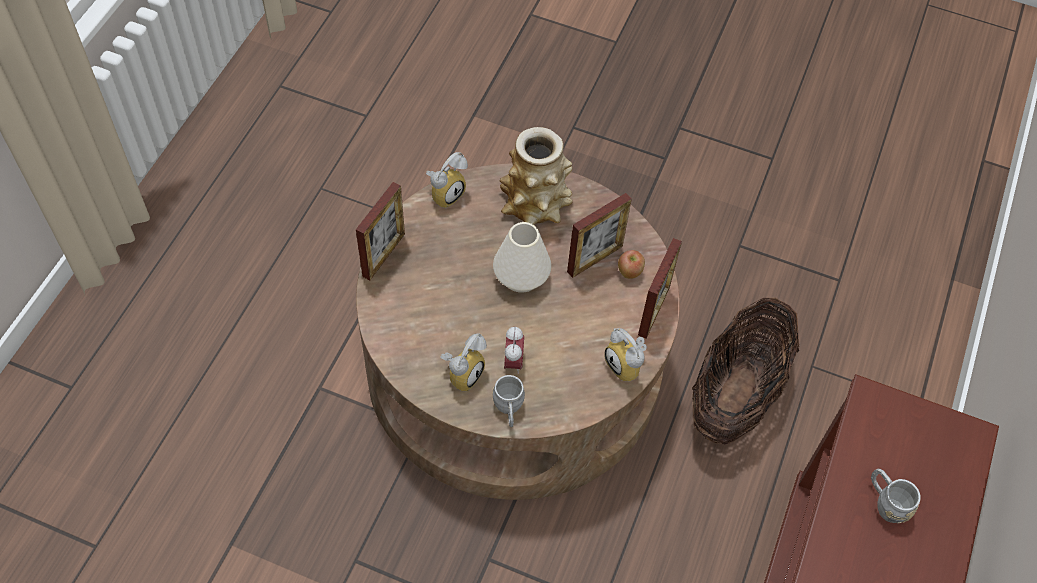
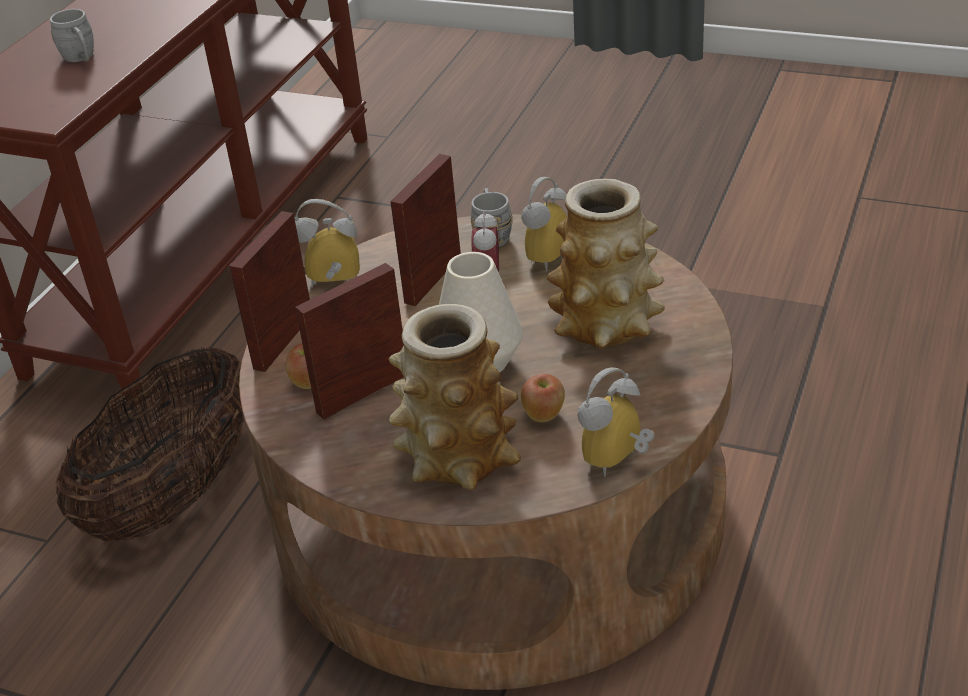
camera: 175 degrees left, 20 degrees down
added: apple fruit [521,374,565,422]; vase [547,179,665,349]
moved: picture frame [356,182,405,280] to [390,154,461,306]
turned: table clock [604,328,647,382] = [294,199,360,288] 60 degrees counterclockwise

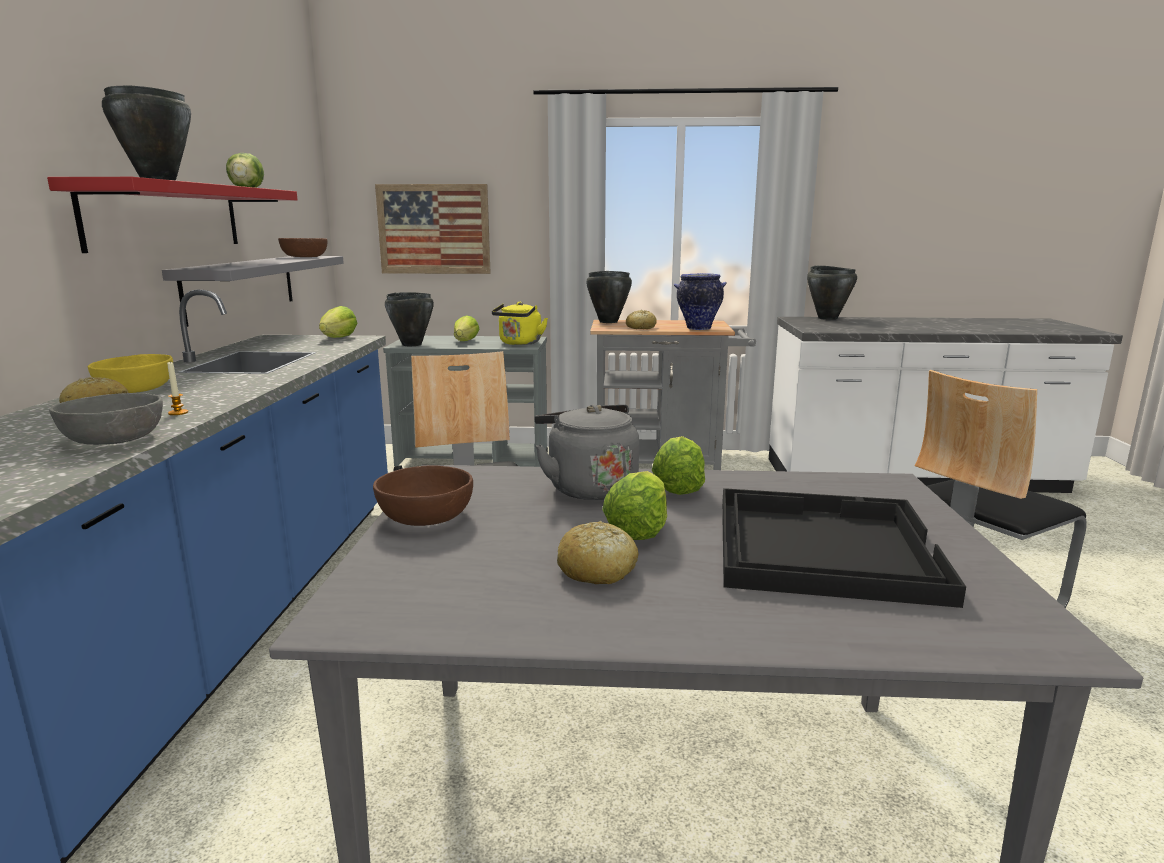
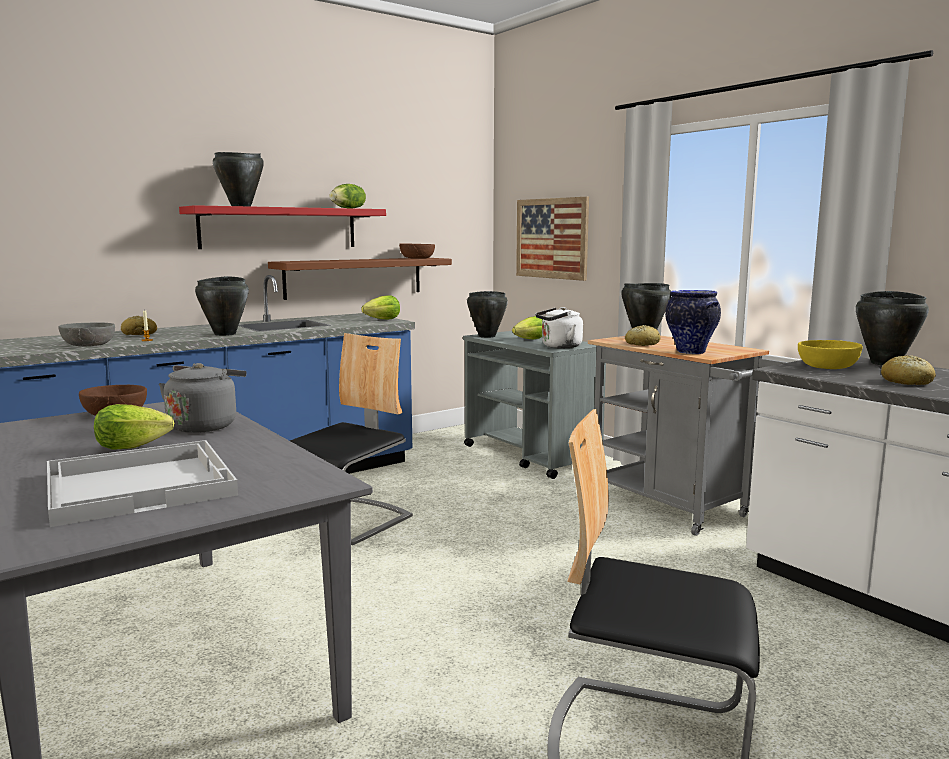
camera: 50 degrees right, 5 degrees down
removed: lettuce head [652,436,705,495]
added: stockpot in black-coloured [195,276,249,336]
moved: serving bowl in yellow-coloured [88,354,173,393] to [798,340,863,369]; baked bread [557,521,638,584] to [881,355,936,385]
recoloured: wall shelf in greyish [162,256,344,327] to wall shelf in brown [268,258,452,300]; kettle in yellow-coloured [492,302,548,345] to kettle in white [536,307,583,348]; serving tray in black-coloured [722,488,966,608] to serving tray in white [47,440,238,527]

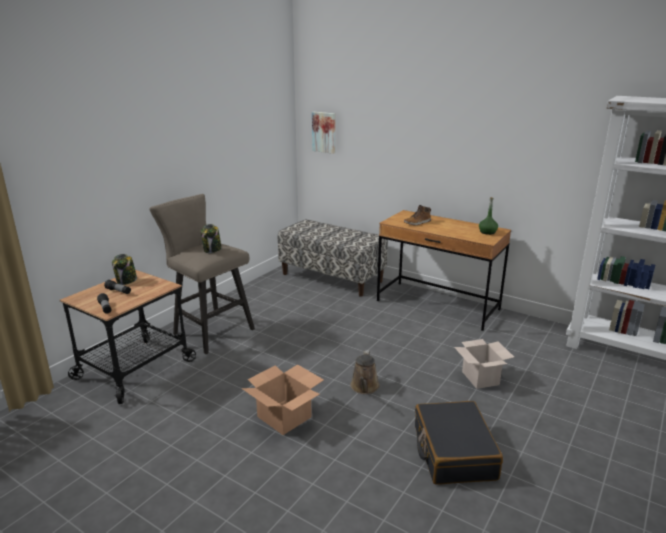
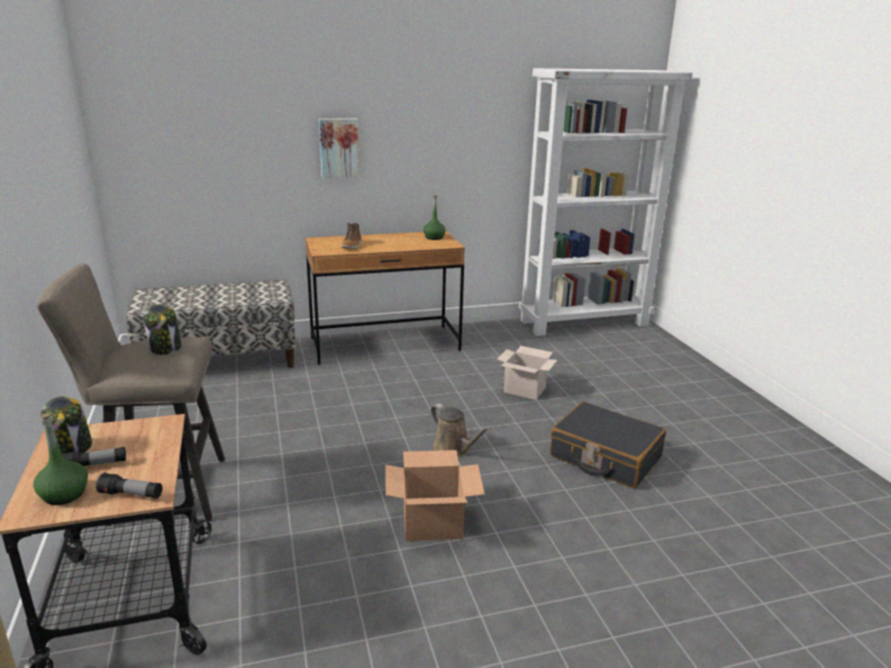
camera: 50 degrees left, 0 degrees up
added: bottle in greenish [33,413,88,505]
moved: wall picture [312,112,335,154] to [319,119,359,178]

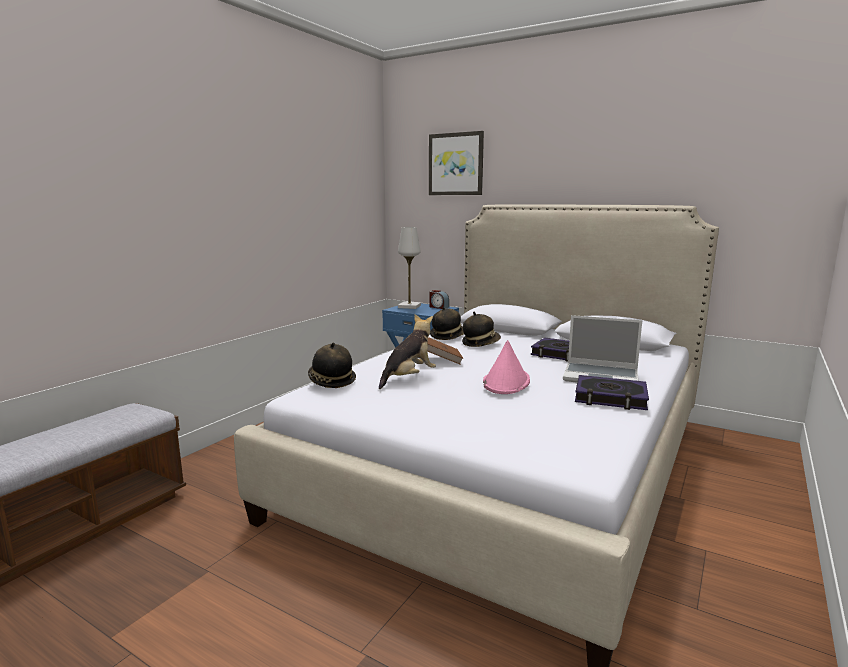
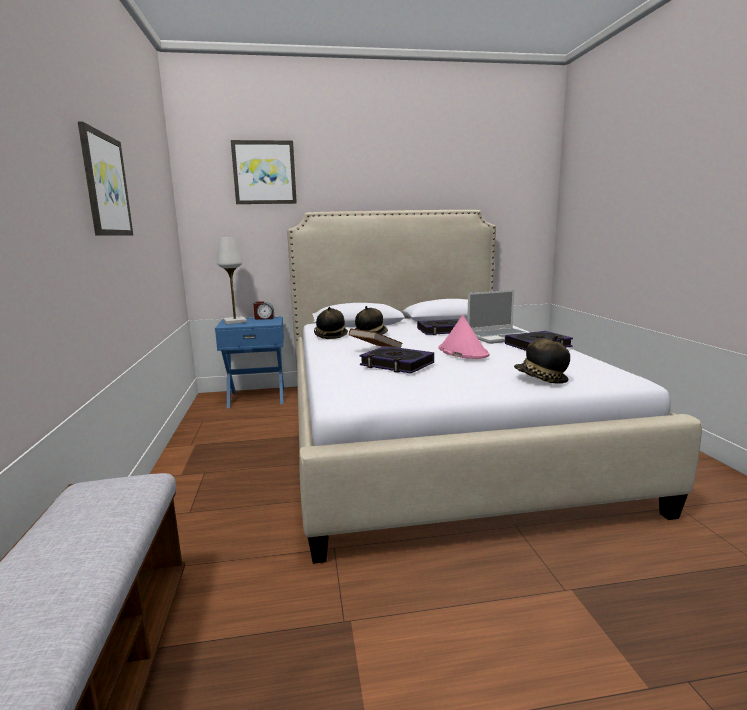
camera: 40 degrees left, 0 degrees up
added: wall picture [78,121,133,236]
moved: clothing hat [308,342,356,388] to [514,335,570,383]
replaced: cuddly toy [379,314,436,389] to volume [360,346,434,373]

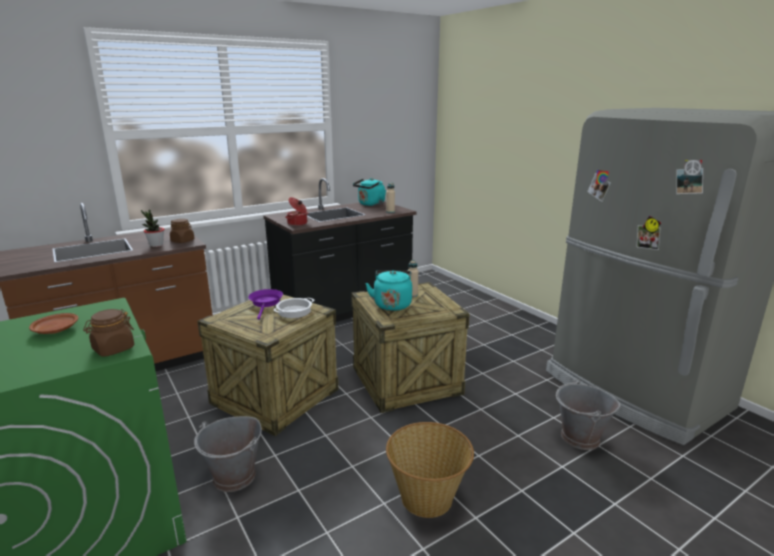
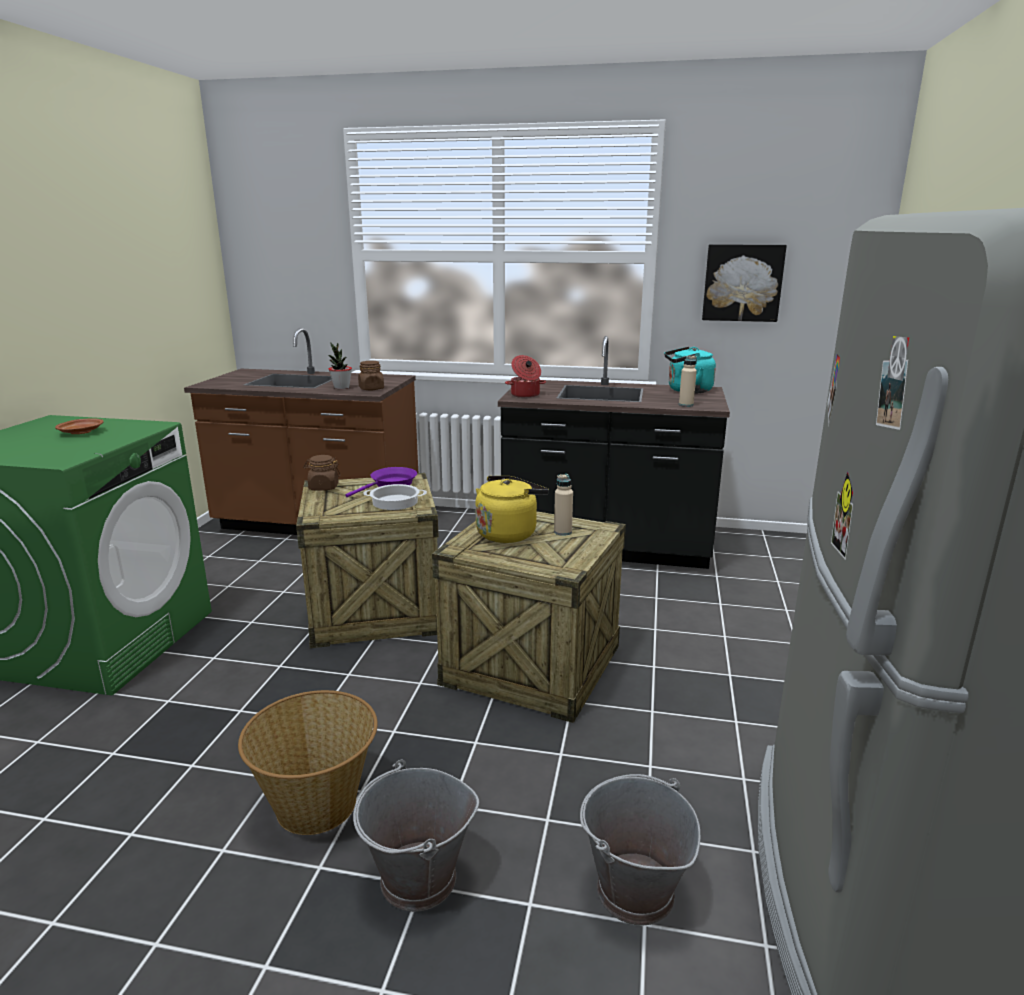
camera: 45 degrees right, 0 degrees up
added: wall picture [702,244,787,322]
moved: jar in brown [83,309,134,357] to [303,455,341,491]; pail in greyish [194,416,262,492] to [353,760,479,912]
recoloured: kettle in turquoise [365,270,412,311] to kettle in yellow-coloured [475,476,549,543]

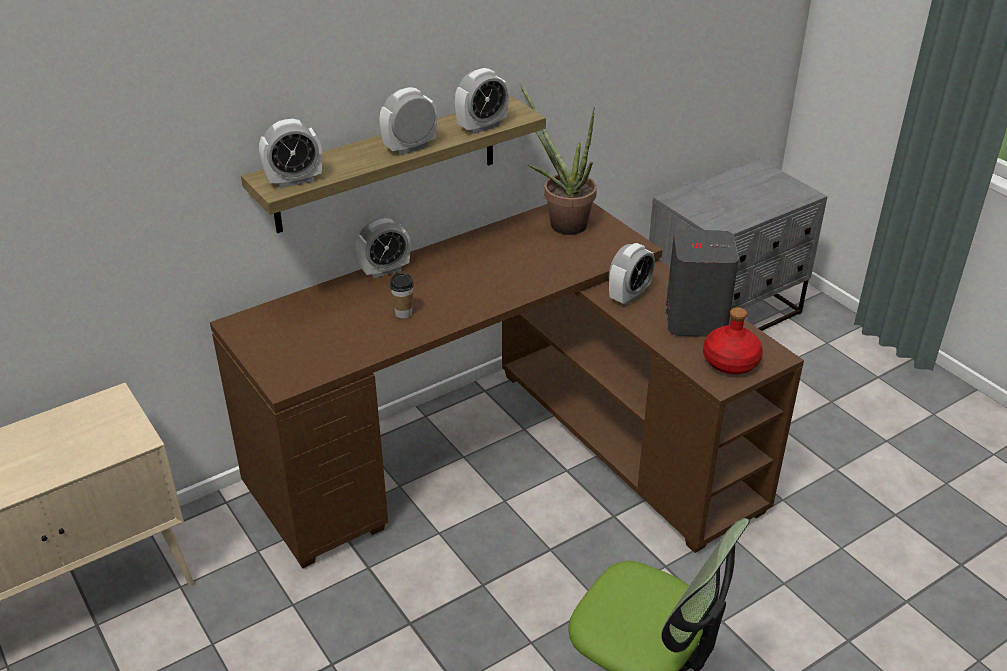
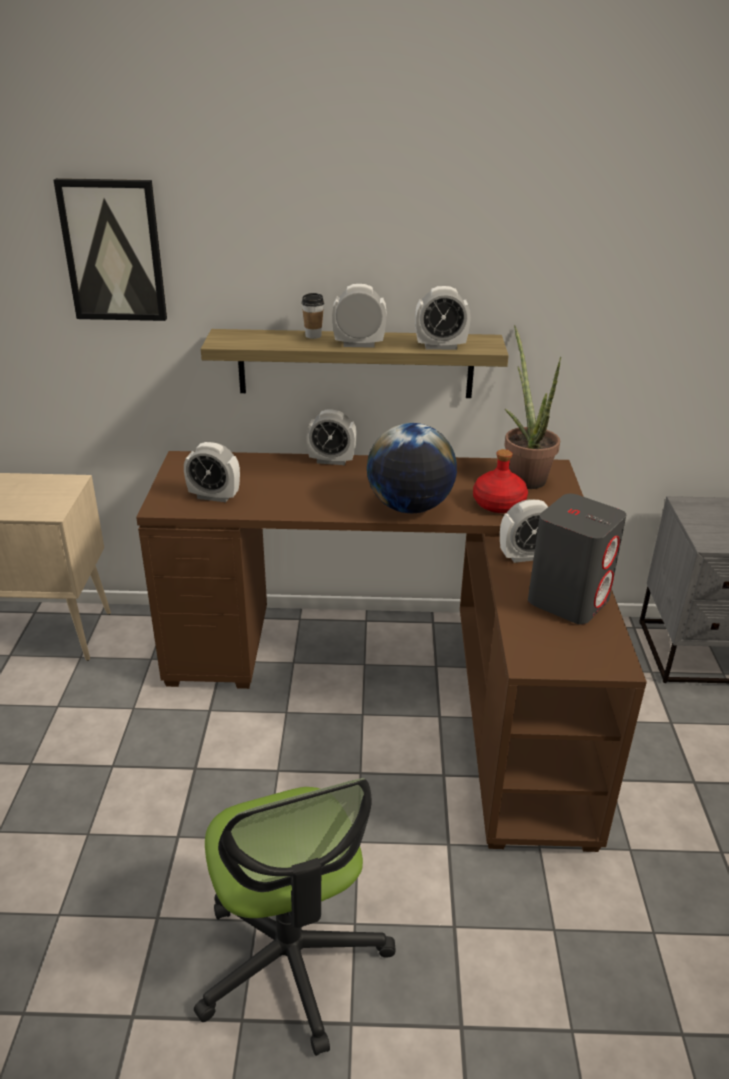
camera: 35 degrees right, 5 degrees down
added: wall picture [53,178,167,321]; world globe [367,423,457,513]
moved: table clock [259,119,322,188] to [184,442,240,502]; small cup [390,273,414,319] to [301,293,324,339]; bottle in red [703,307,763,374] to [473,449,528,513]

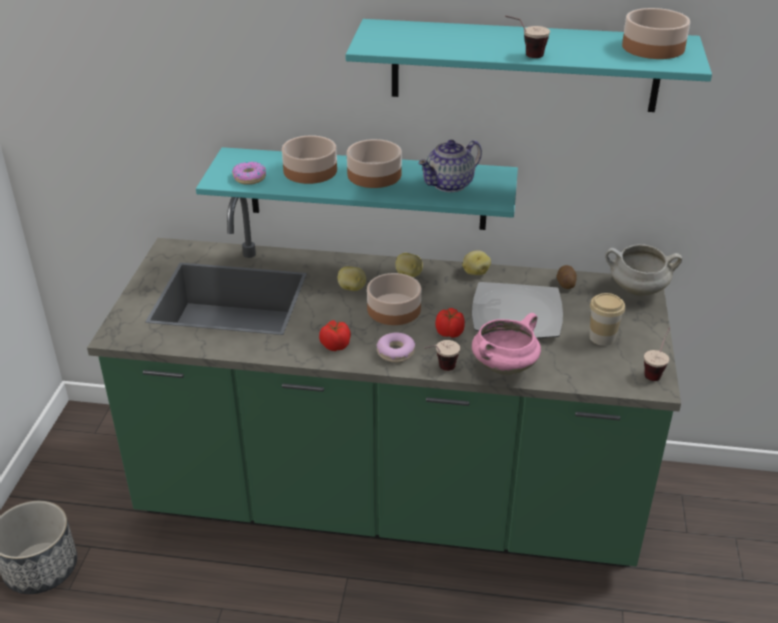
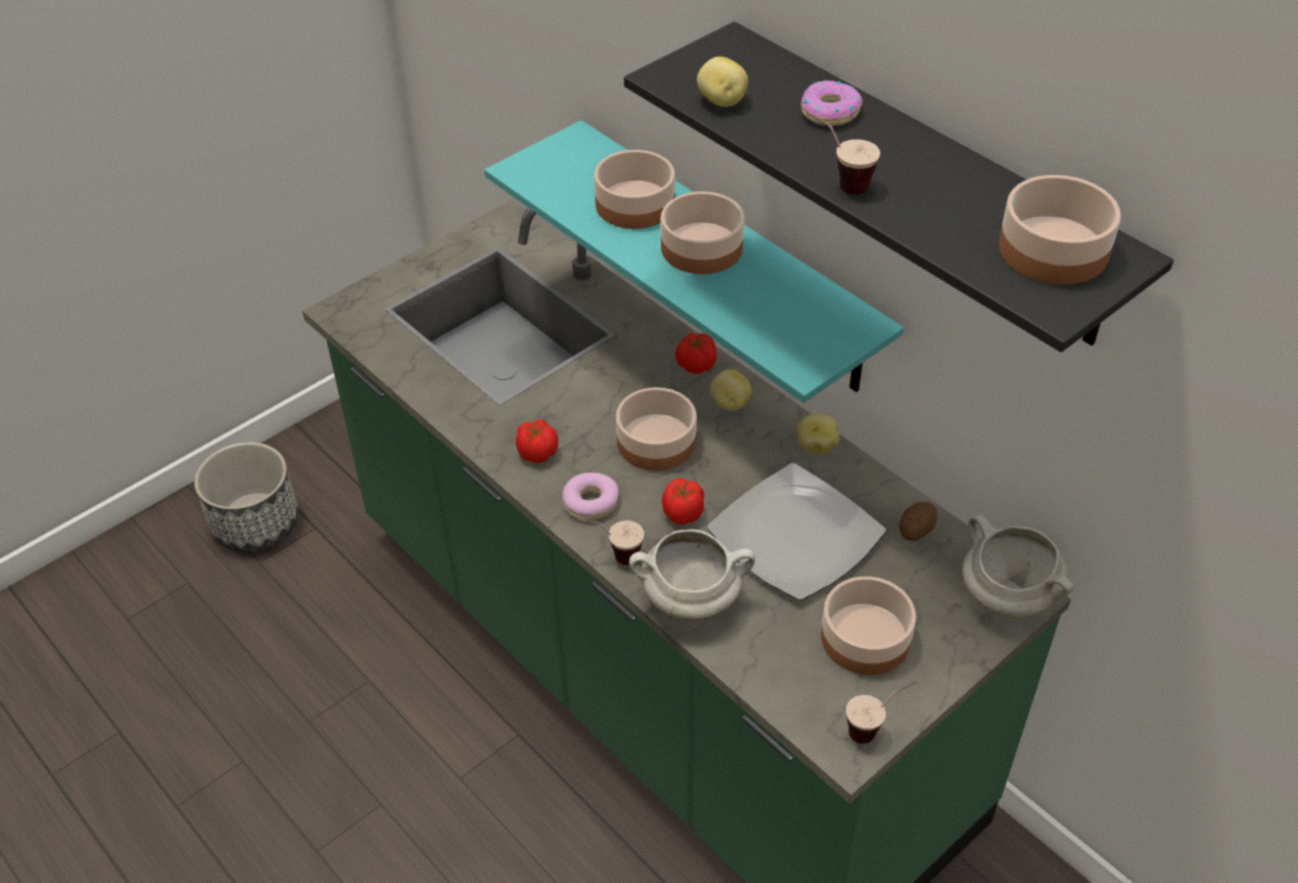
camera: 40 degrees right, 10 degrees up
removed: teapot [418,140,482,192]
added: whole tomato [675,333,717,374]
moved: ring doughnut [232,162,266,185] to [800,81,862,126]; potato [338,266,366,291] to [697,57,748,107]
replaced: small cup [589,293,625,346] to serving bowl [821,576,916,675]
recoloured: wall shelf in turquoise [346,19,712,112] to wall shelf in black-coloured [624,22,1174,352]; stockpot in pinkish [472,313,541,375] to stockpot in white [629,529,755,621]

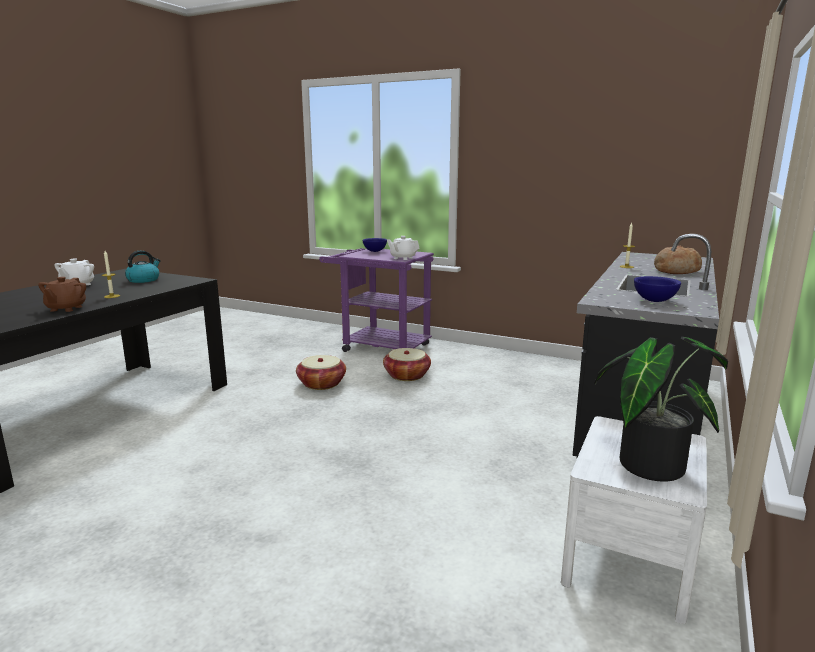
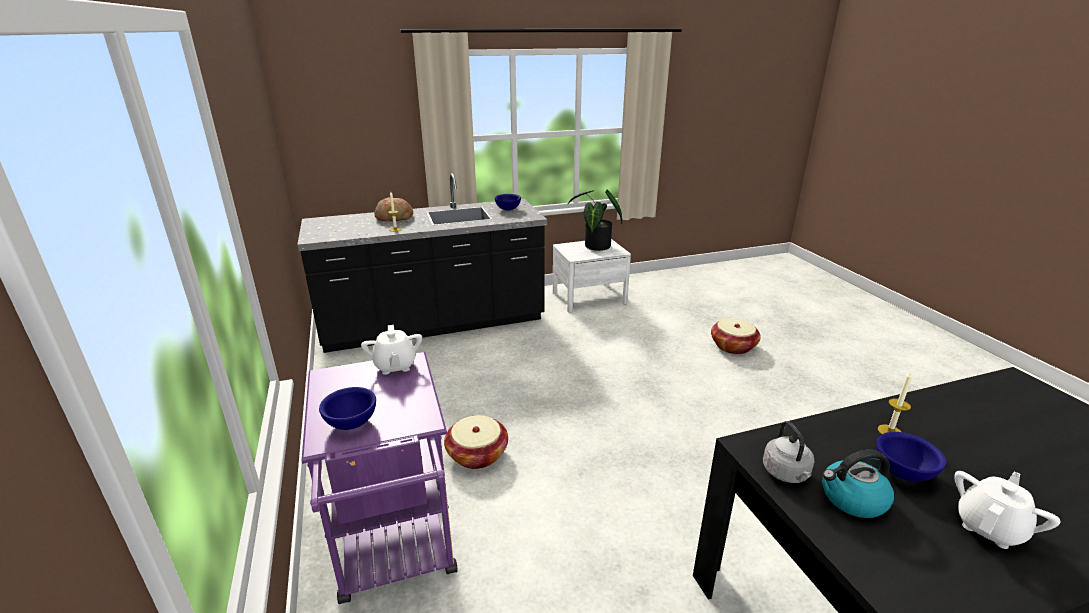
camera: 135 degrees left, 10 degrees up
removed: teapot in brown [38,277,86,312]
added: kettle in greyish [763,421,814,483]; serving bowl in bluish [876,432,946,482]
moved: household basket [296,355,346,390] to [711,318,761,354]

